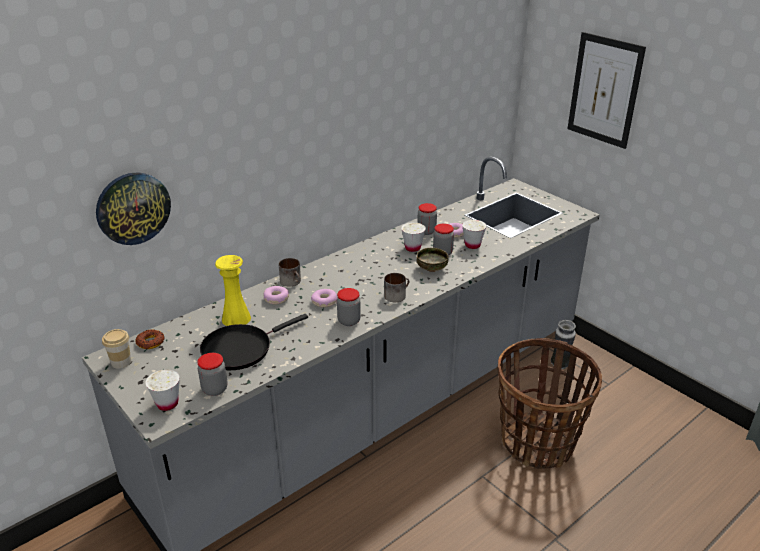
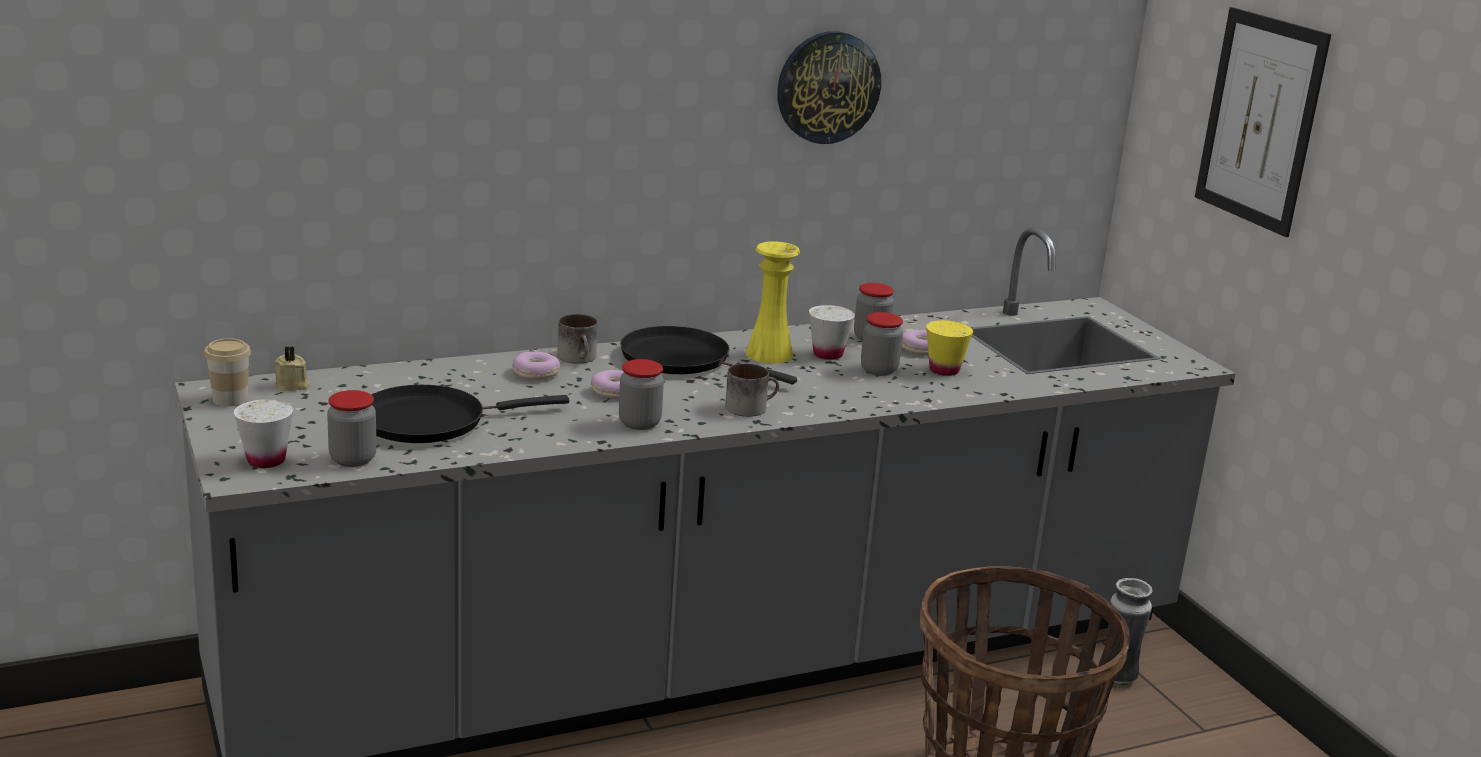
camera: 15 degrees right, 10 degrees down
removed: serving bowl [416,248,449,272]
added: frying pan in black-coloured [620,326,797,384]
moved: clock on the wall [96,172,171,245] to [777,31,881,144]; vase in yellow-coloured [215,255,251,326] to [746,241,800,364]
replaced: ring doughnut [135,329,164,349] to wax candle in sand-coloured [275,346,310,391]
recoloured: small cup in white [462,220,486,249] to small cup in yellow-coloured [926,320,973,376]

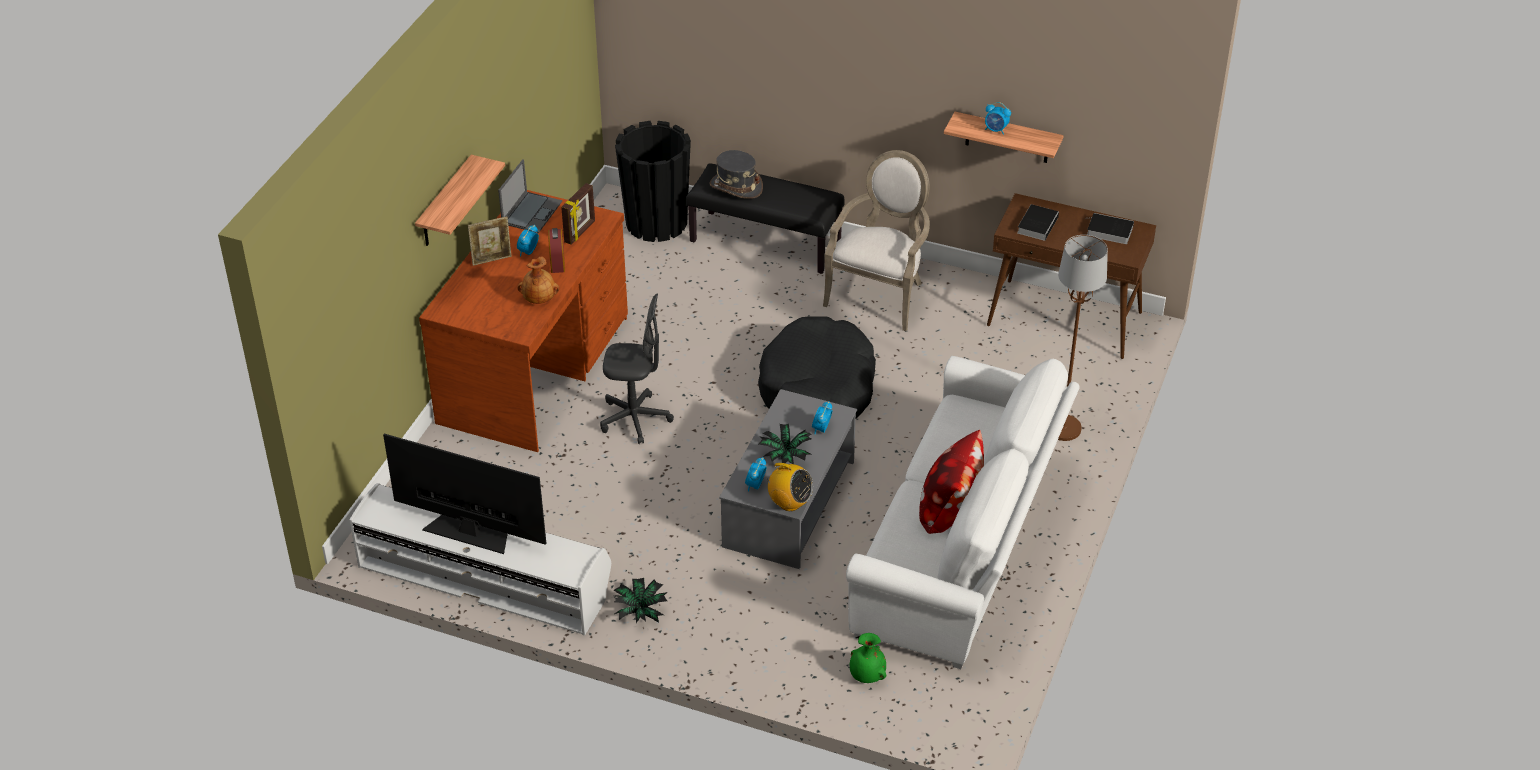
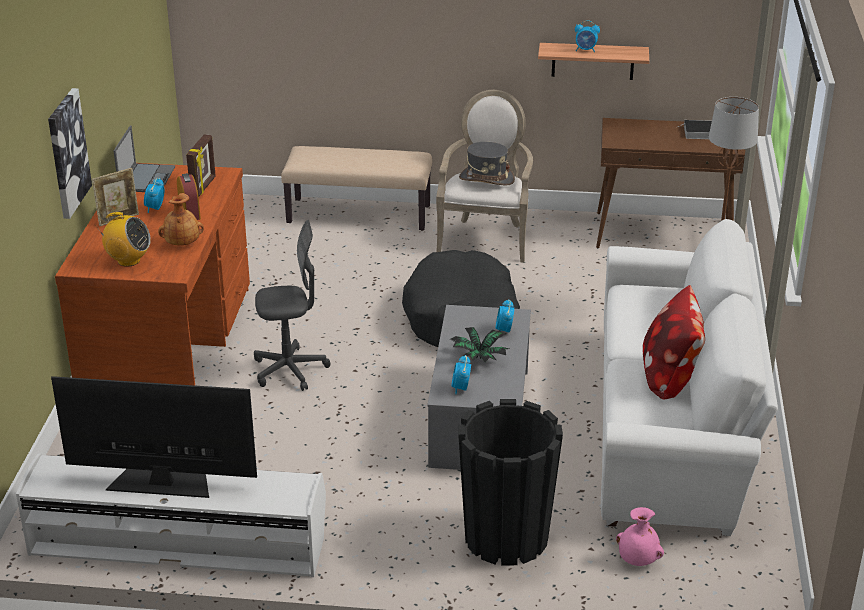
camera: 15 degrees left, 10 degrees down
removed: potted plant [614,578,668,623]; volume [1017,204,1059,241]
moved: planter in black-coloured [615,121,691,242] to [458,399,563,566]; clothing hat in greyish [710,150,763,199] to [459,142,515,185]; radio receiver [763,463,813,511] to [96,212,151,267]
replaced: wall shelf [415,155,505,246] to wall picture [48,88,92,219]
recoloured: long seat in black-coloured [686,163,845,274] to long seat in sand-coloured [281,146,432,230]; vase in greenish [850,633,886,683] to vase in pinkish [616,507,664,566]

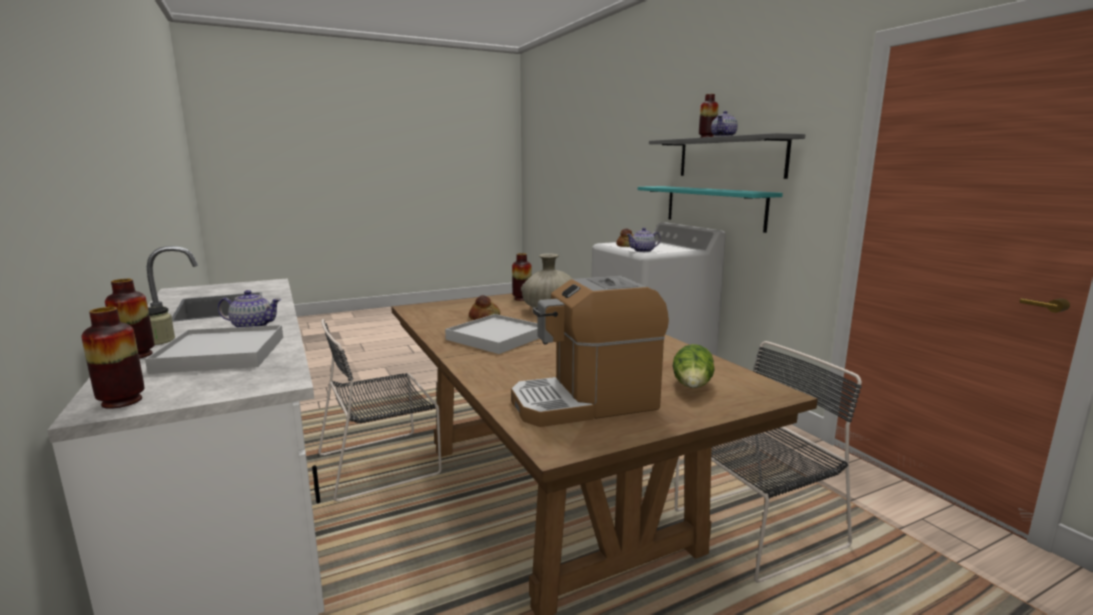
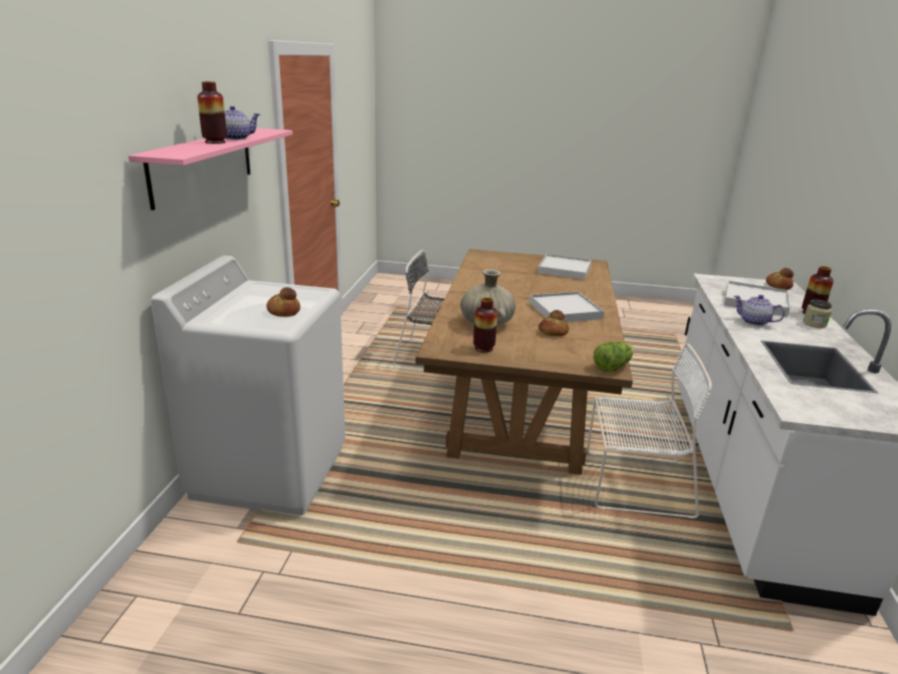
camera: 145 degrees left, 10 degrees up
removed: teapot [626,228,661,252]; wall shelf in turquoise [638,186,783,233]
moved: lettuce head [673,344,715,388] to [593,342,634,372]
replaced: vase [81,307,144,409] to baked bread [766,268,794,290]; coffee maker [511,276,669,427] to serving tray in white [538,254,591,280]
recoloured: chair in black-coloured [318,319,442,502] to chair in white [587,343,712,518]; wall shelf in greyish [649,133,805,179] to wall shelf in pinkish [128,128,293,210]

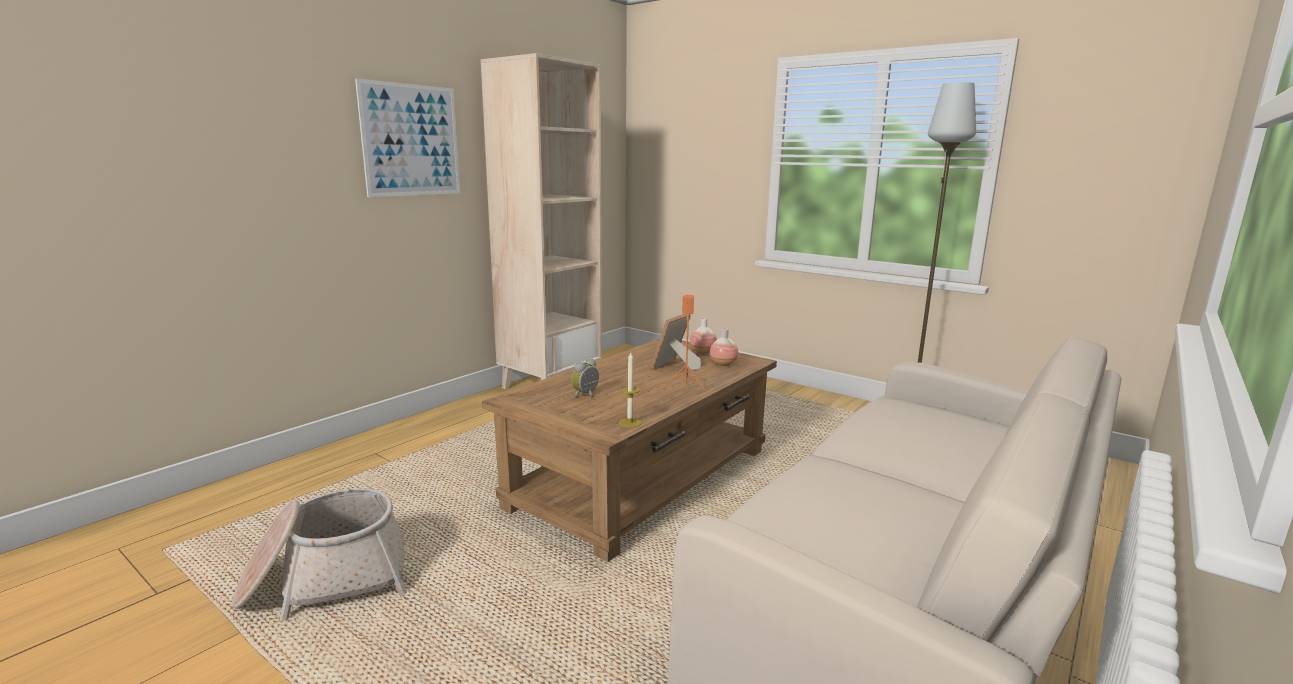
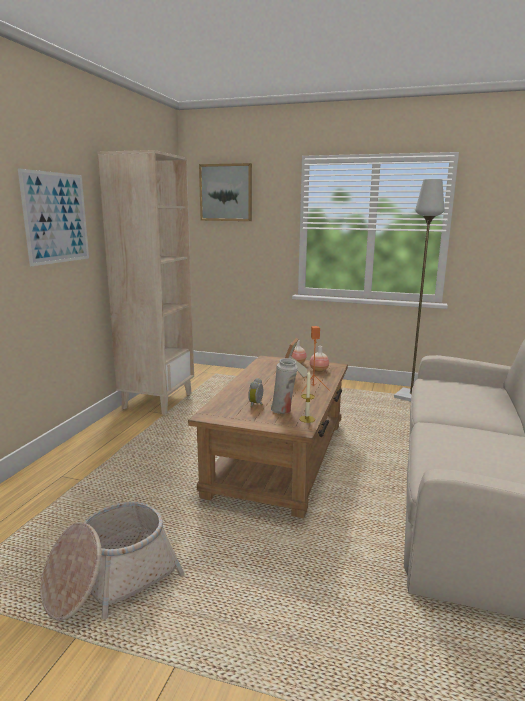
camera: 20 degrees left, 0 degrees up
added: wall picture [199,163,252,221]; vase in white [271,358,298,414]

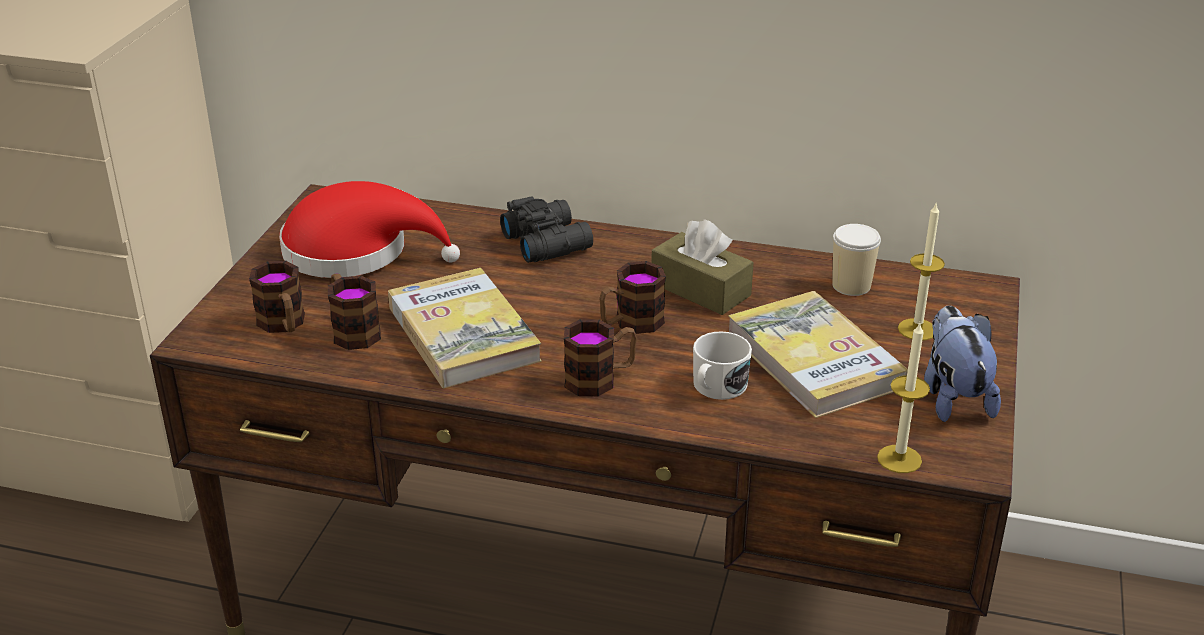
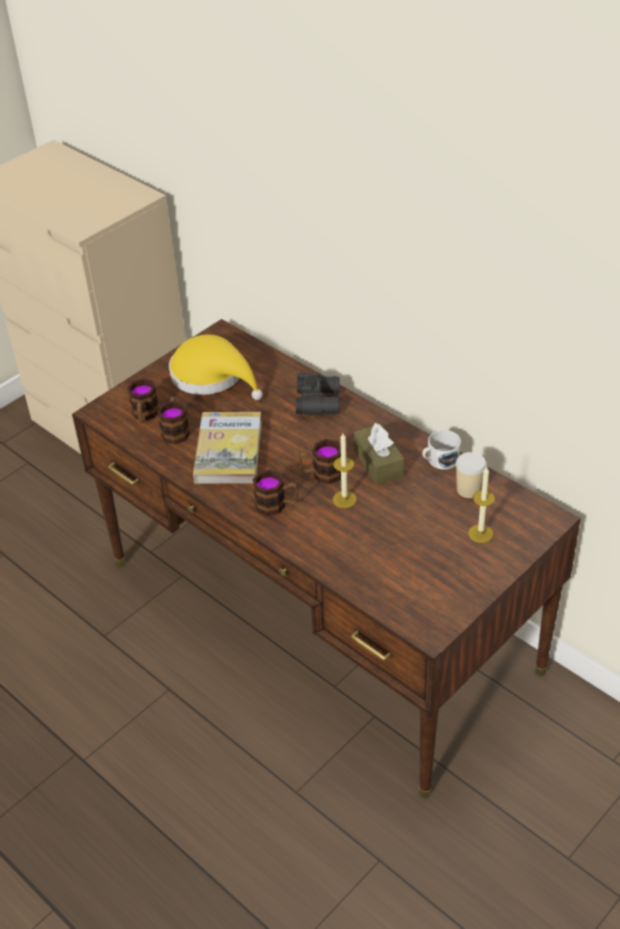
camera: 30 degrees right, 10 degrees up
removed: volume [728,291,908,418]; cuddly toy [924,305,1001,422]
moved: coffee mug in white [693,331,752,400] to [422,430,461,470]; wax candle [877,323,930,473] to [333,433,357,508]
recoloured: clothing hat in red [279,181,460,278] to clothing hat in yellow-coloured [169,335,263,400]

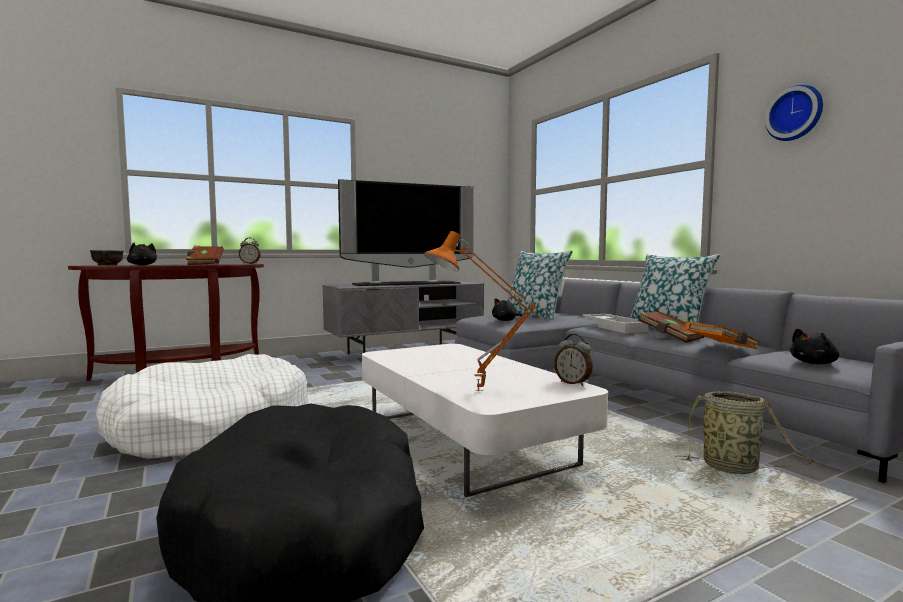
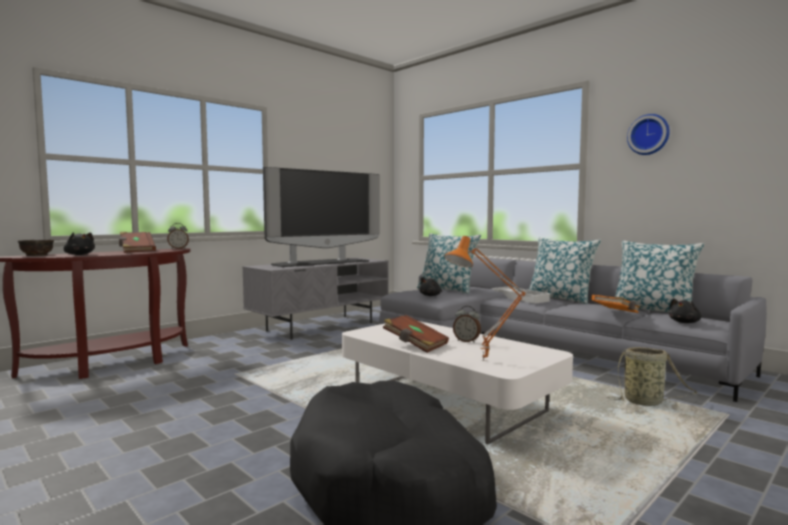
camera: 15 degrees left, 0 degrees up
removed: dog cushion in white [96,354,308,459]
added: cushion [615,240,704,312]
moved: table clock [554,334,593,386] to [453,306,481,343]; volume in brown [638,311,705,343] to [383,315,449,353]

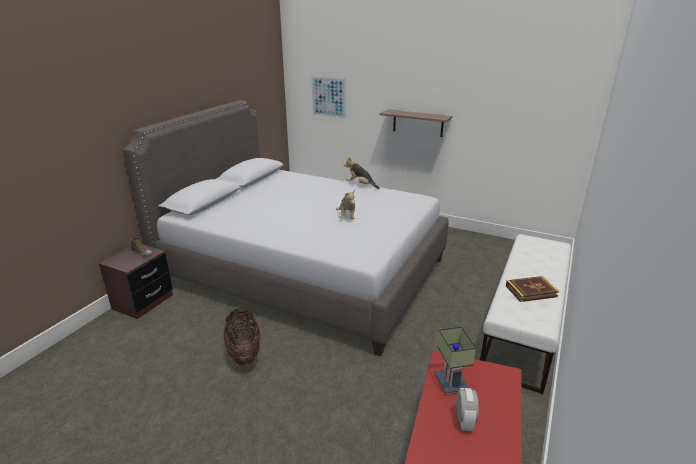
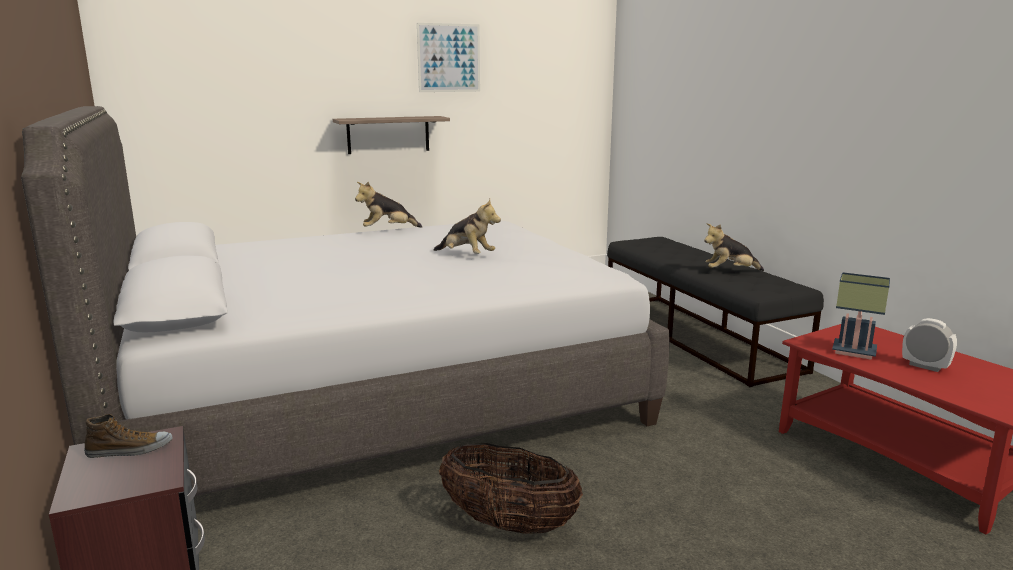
camera: 50 degrees left, 10 degrees down
moved: wall picture [311,76,346,118] to [417,23,480,92]
replaced: volume [506,276,559,302] to cuddly toy [704,223,764,271]
recoloured: long seat in white [480,234,571,394] to long seat in black-coloured [607,237,824,387]

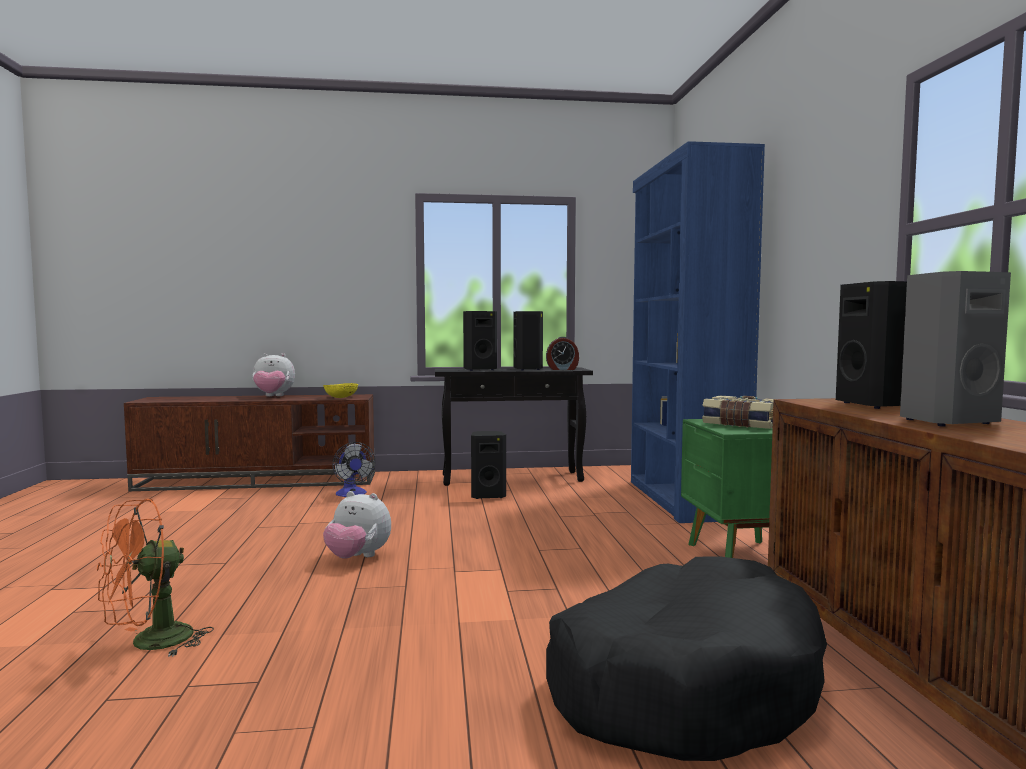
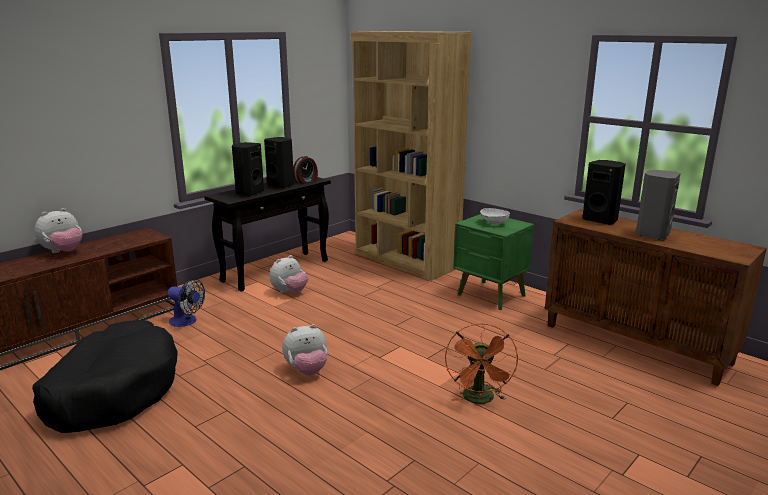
camera: 40 degrees left, 15 degrees up
removed: serving bowl in yellow-coloured [323,383,358,398]
moved: electric fan in orange-coloured [97,499,214,657] to [445,323,518,404]; dog cushion in black-coloured [546,556,827,761] to [32,320,178,433]
replaced: audio speaker in black-coloured [471,431,506,499] to cuddly toy [270,255,308,293]; volume [702,396,774,429] to serving bowl in white [480,208,510,225]
recoloured: shelving unit in bluish [631,141,765,523] to shelving unit in brown [351,31,471,281]

